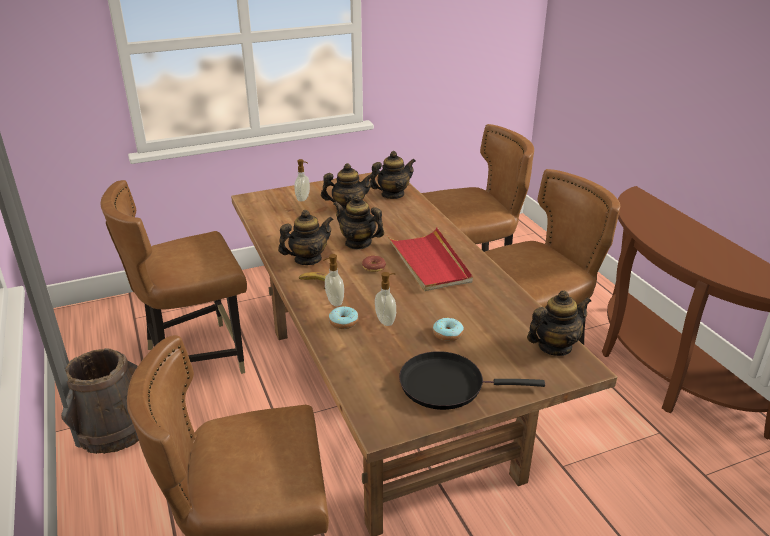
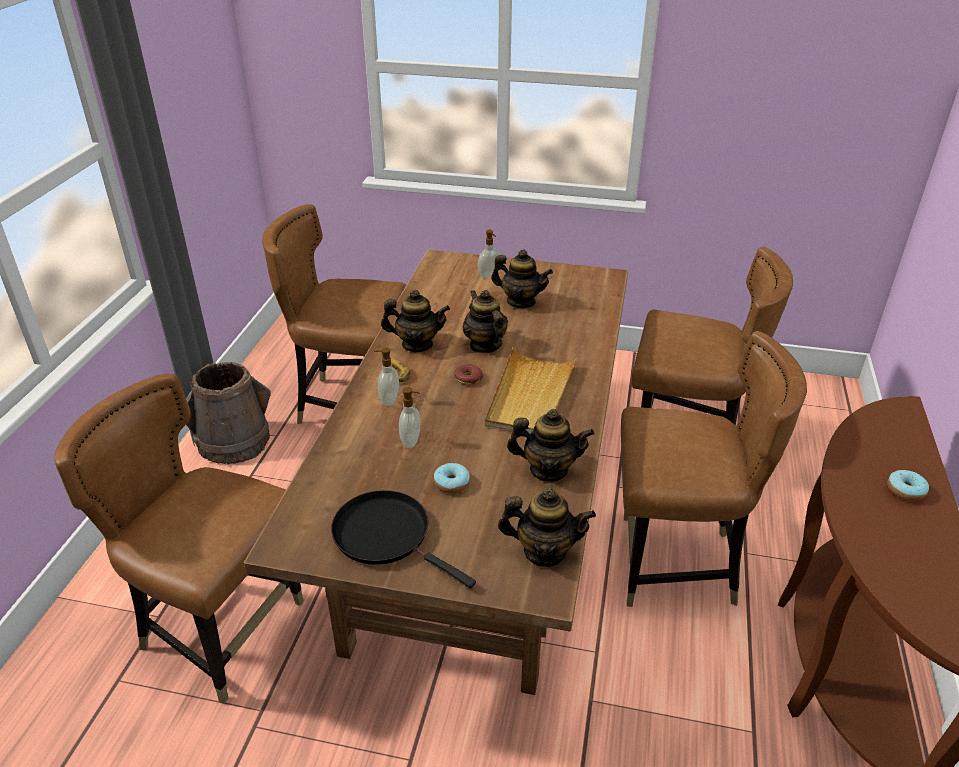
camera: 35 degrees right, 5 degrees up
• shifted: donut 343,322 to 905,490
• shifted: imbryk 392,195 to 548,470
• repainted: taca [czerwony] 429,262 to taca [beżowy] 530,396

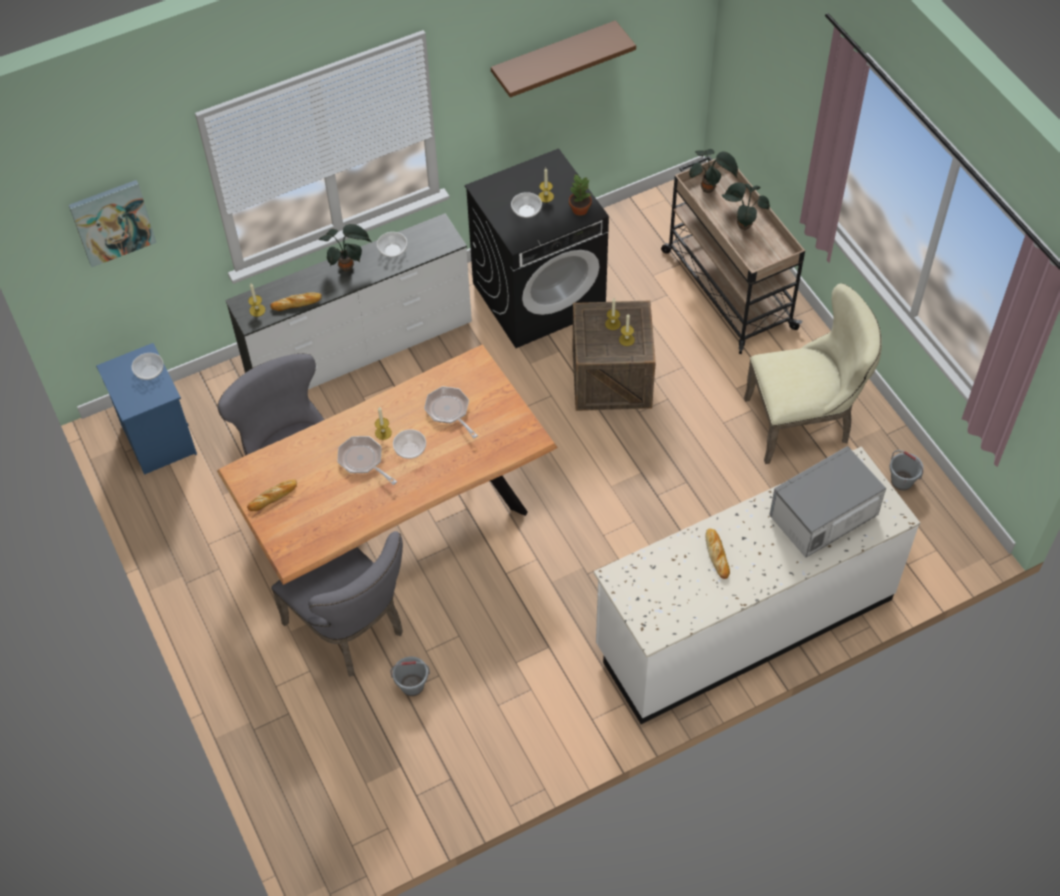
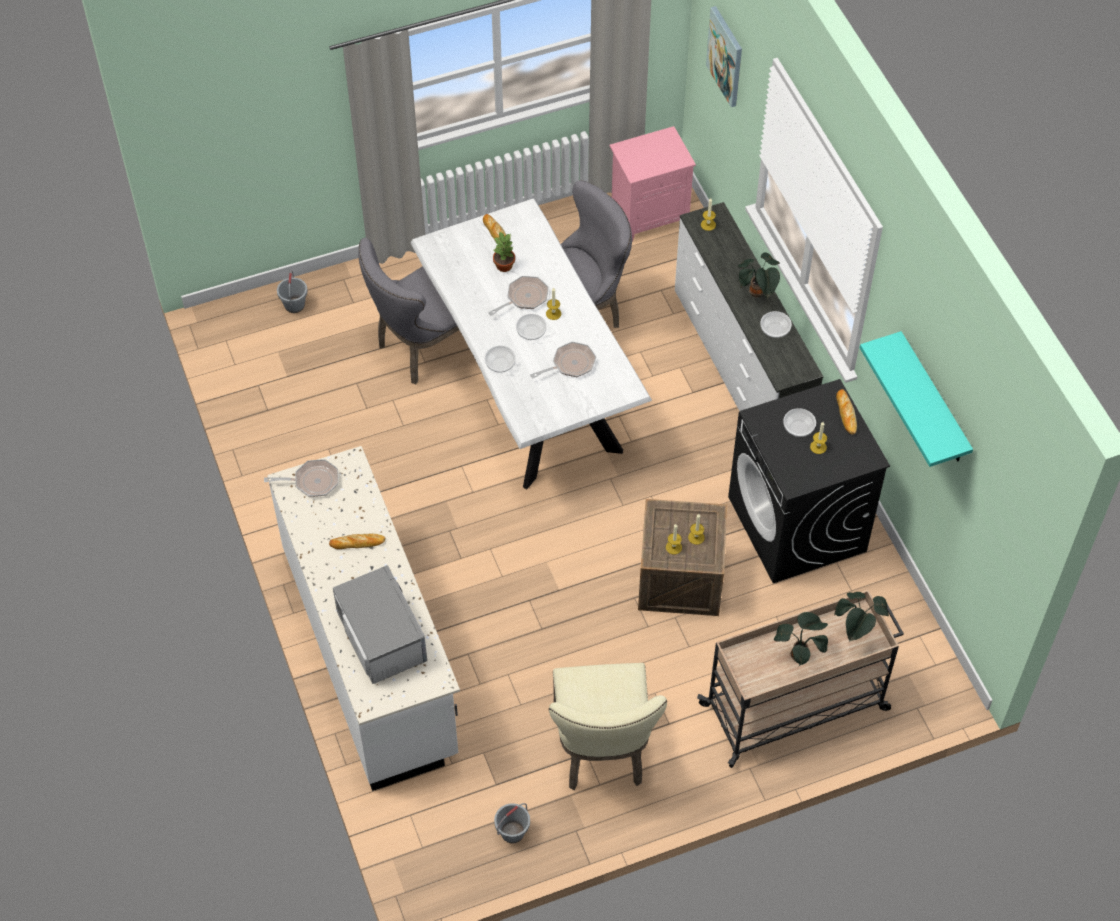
camera: 95 degrees right, 0 degrees up
• repainted: szafka nocna [niebieski] 157,438 to szafka nocna [różowy] 649,214
• shifted: miska 149,372 to 500,364
• repainted: stół jadalny [brązowy] 397,524 to stół jadalny [biały] 529,387
• shifted: chleb 296,303 to 846,414
• shifted: wiadro [szary] 412,686 to 294,305
• repainted: półka [brązowy] 553,57 to półka [turkusowy] 933,401
• shifted: roślina doniczkowa 579,209 to 504,265
• new: patelnia 312,481

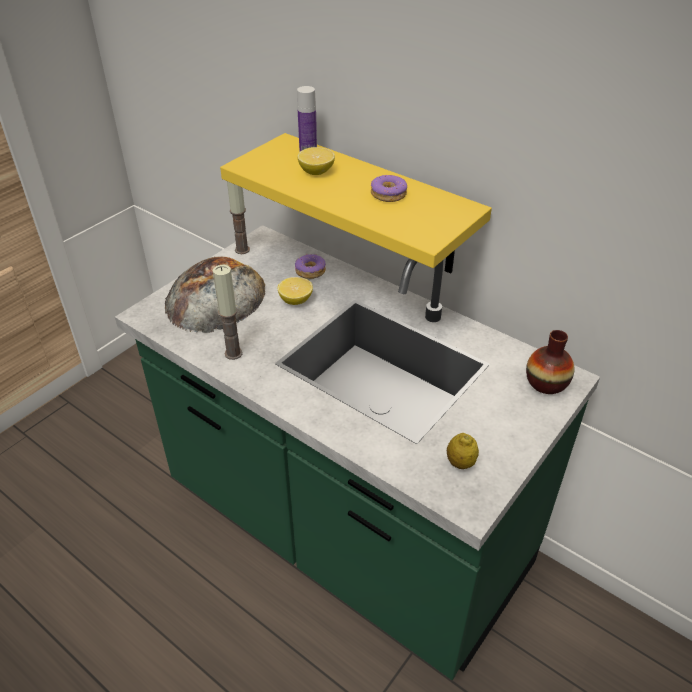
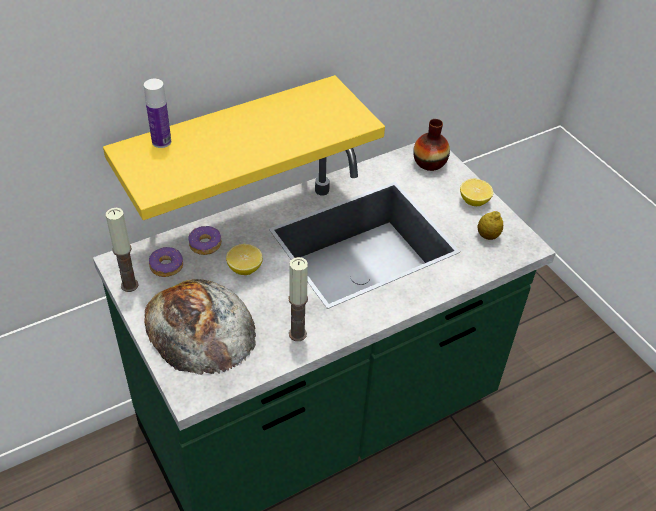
camera: 70 degrees left, 5 degrees up
• shifted: cytryna 316,172 to 474,201
• shifted: donut 389,194 to 166,266

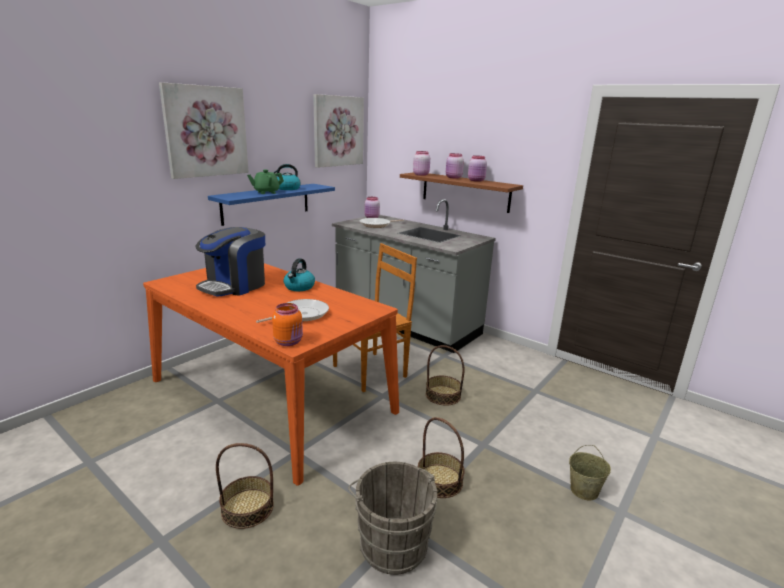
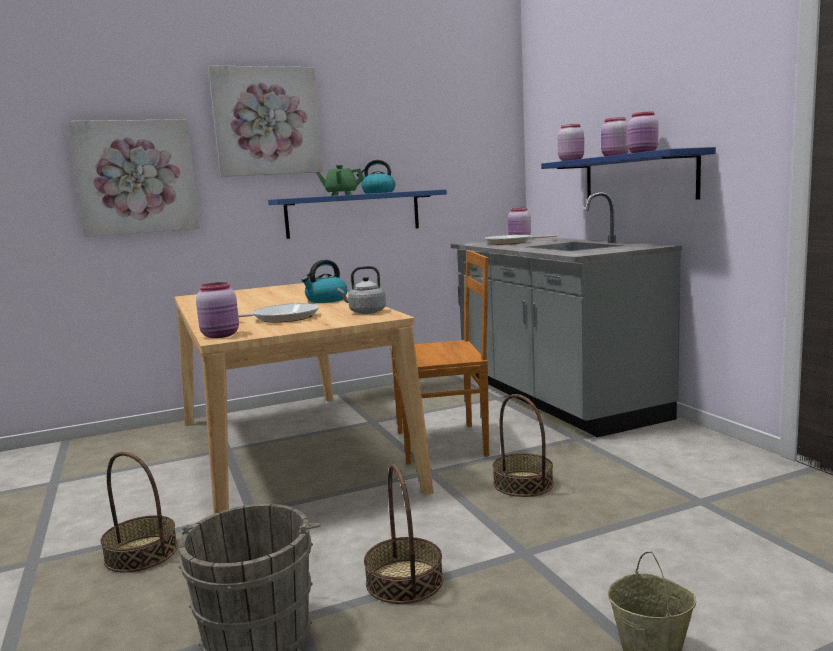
camera: 30 degrees right, 10 degrees down
• repainted: stół jadalny [pomarańczowy] 271,395 to stół jadalny [beżowy] 289,452
• gone: ekspres do kawy 234,286
• repainted: słoik [pomarańczowy] 289,342 to słoik [różowy] 221,335
• shifted: obraz 338,131 to 136,177
• repainted: półka [brązowy] 465,191 to półka [niebieski] 638,178
• new: czajnik [szary] 365,312

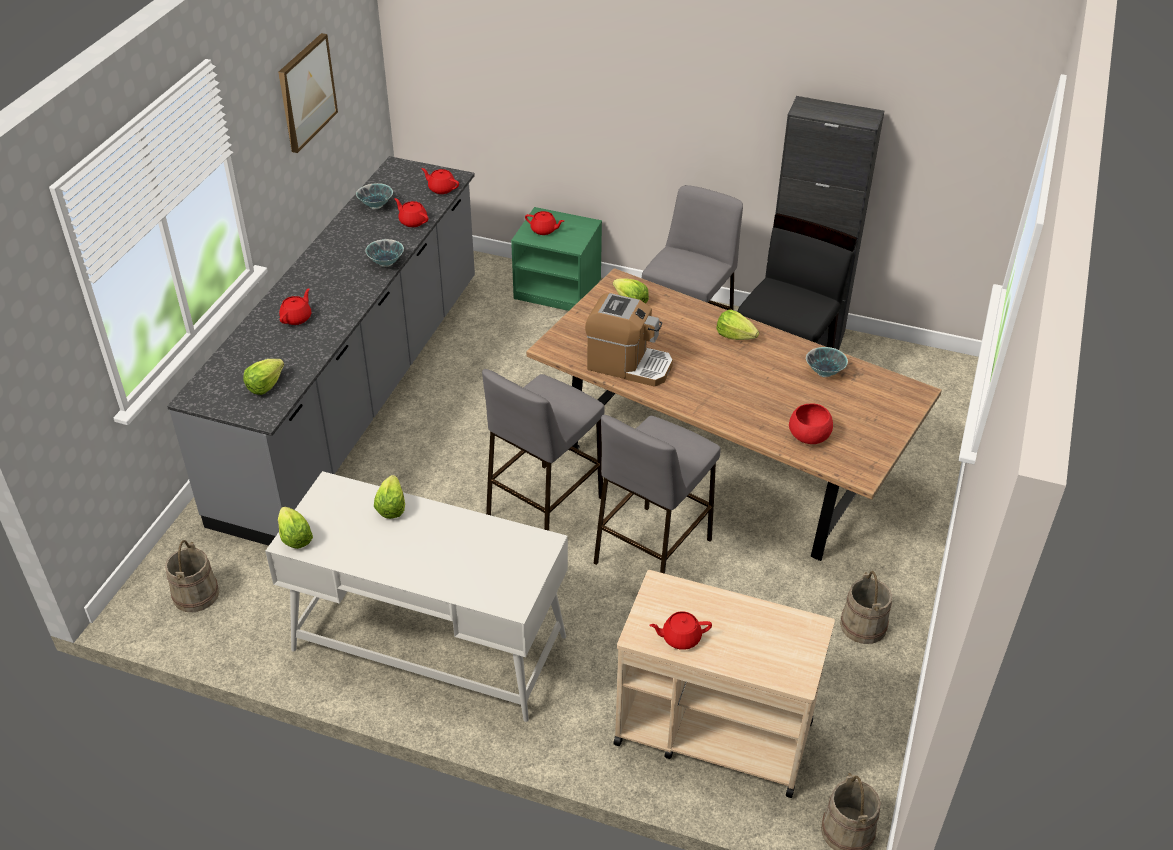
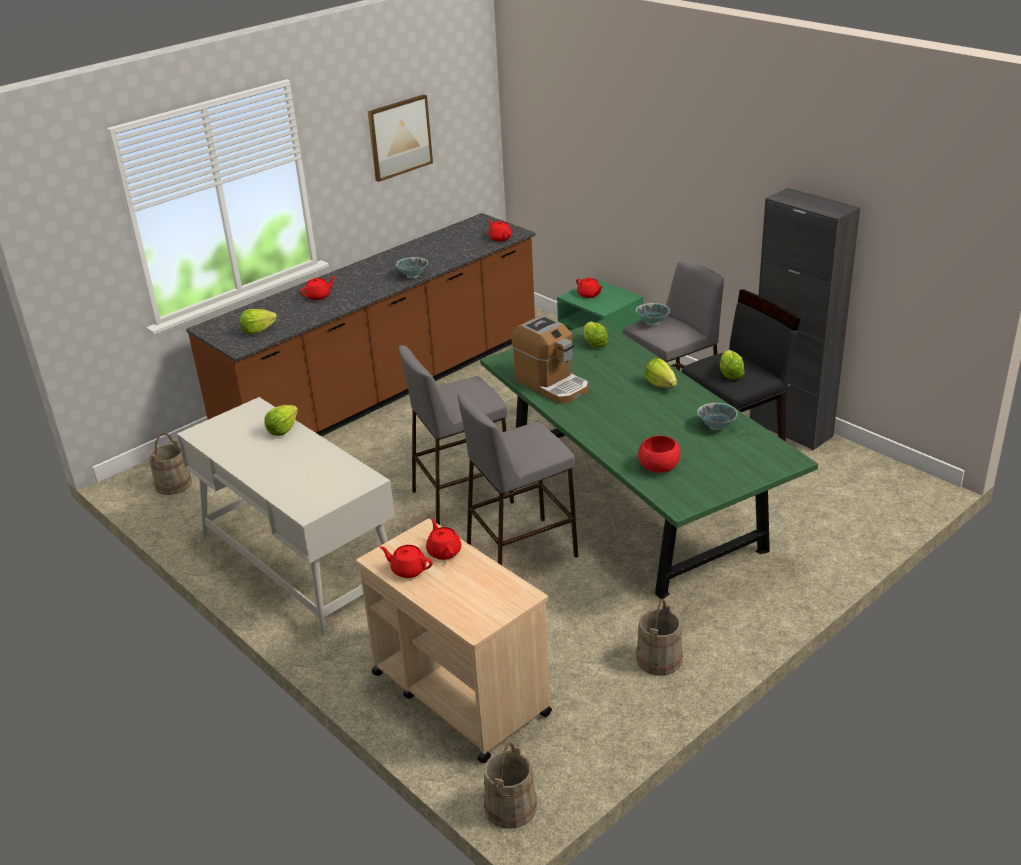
camera: 30 degrees right, 10 degrees down
• repainted: zabudowa kuchenna [szary] 356,395 to zabudowa kuchenna [brązowy] 386,390
• shifted: sałata 295,537 to 730,374
• shifted: miska 376,206 to 652,323
• shifted: imbryk [czerwony] 413,221 to 444,551
• repainted: stół jadalny [brązowy] 720,463 to stół jadalny [zielony] 633,505

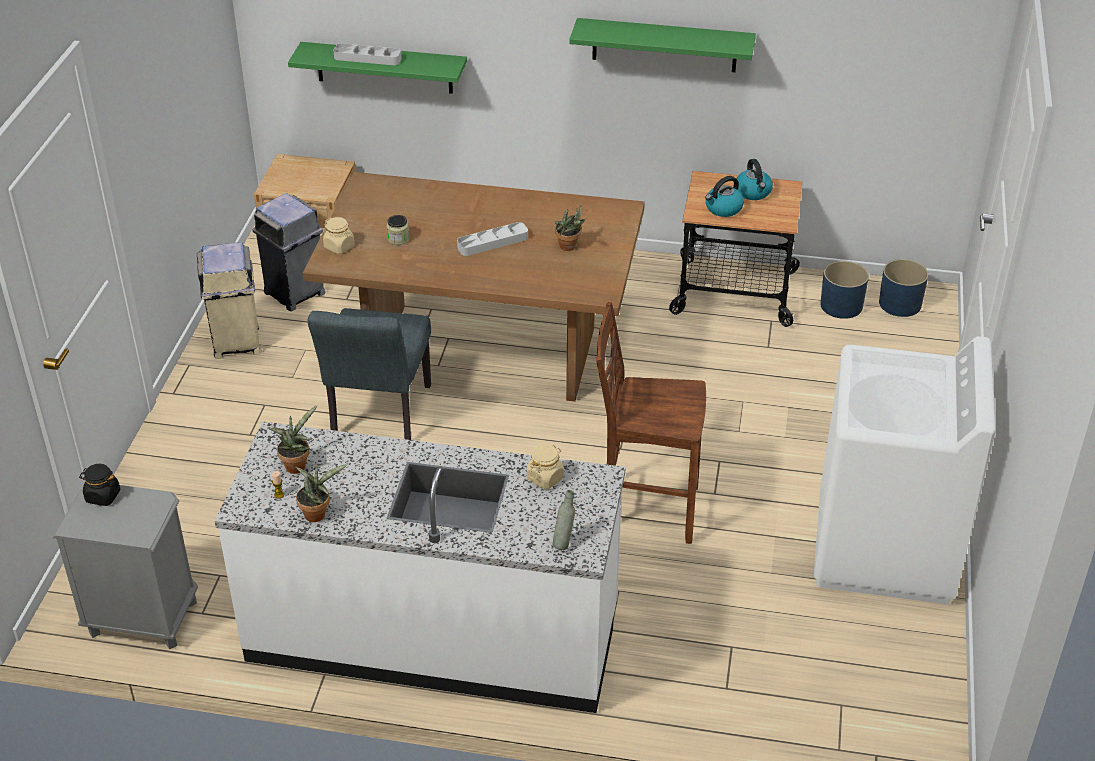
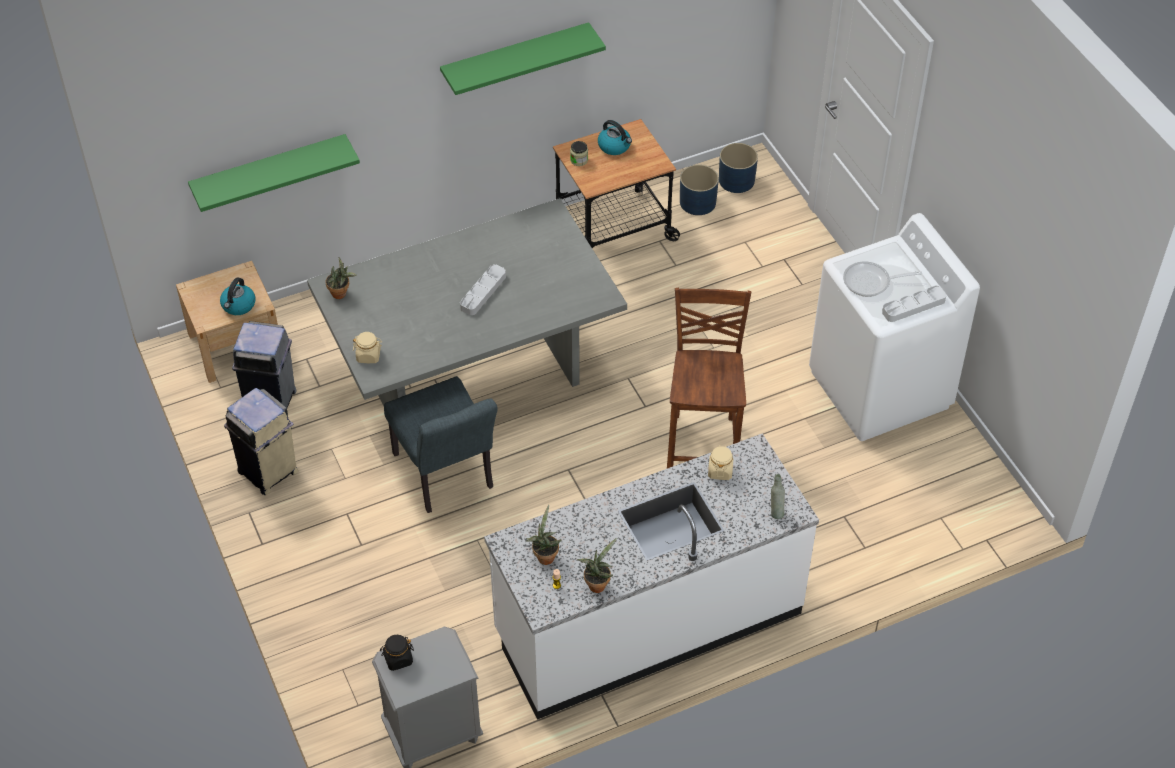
camera: 35 degrees left, 10 degrees up
• repainted: stół jadalny [brązowy] 483,351 to stół jadalny [szary] 473,377
• shifted: taca [szary] 367,58 to 913,306
• shifted: słoik 398,239 to 579,160
• shifted: roślina doniczkowa 570,247 to 341,294
• rotated: krzesło [brązowy] 645,508 = 703,444 120 degrees clockwise
• shifted: czajnik 723,209 to 238,305
• new: patelnia 871,282

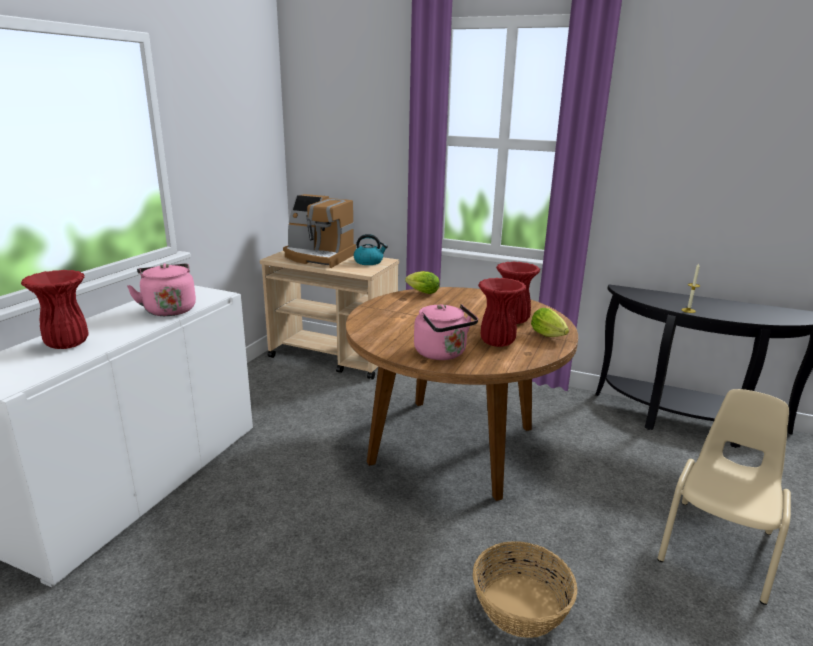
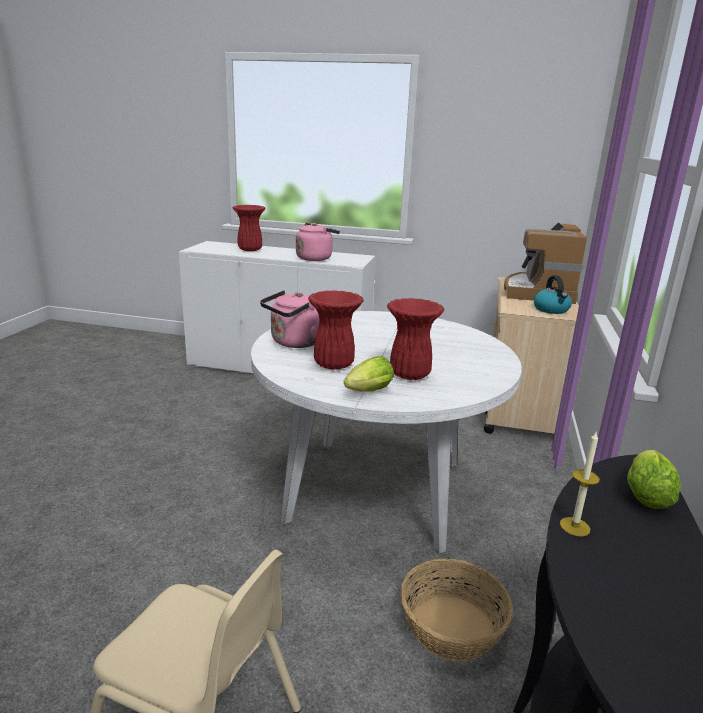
camera: 80 degrees right, 0 degrees up
• repainted: stół jadalny [brązowy] 453,445 to stół jadalny [biały] 376,490
• shifted: sałata 421,292 to 646,494
• shifted: koszyk 520,605 to 452,626

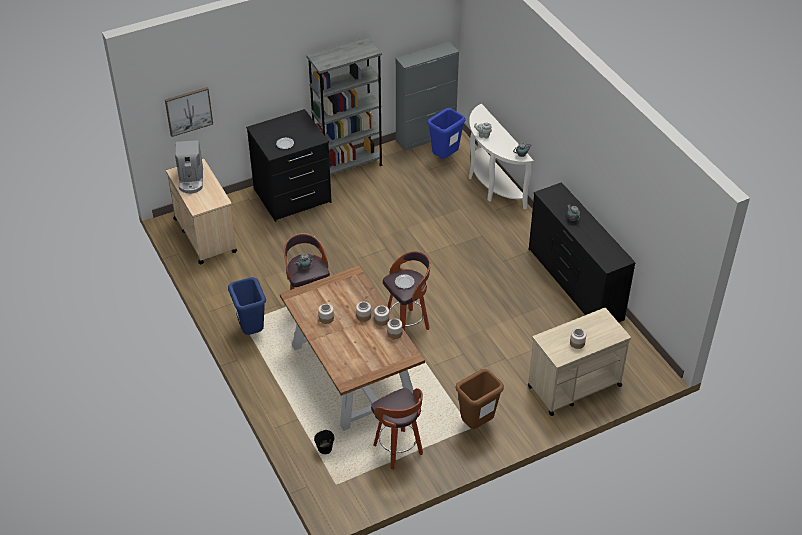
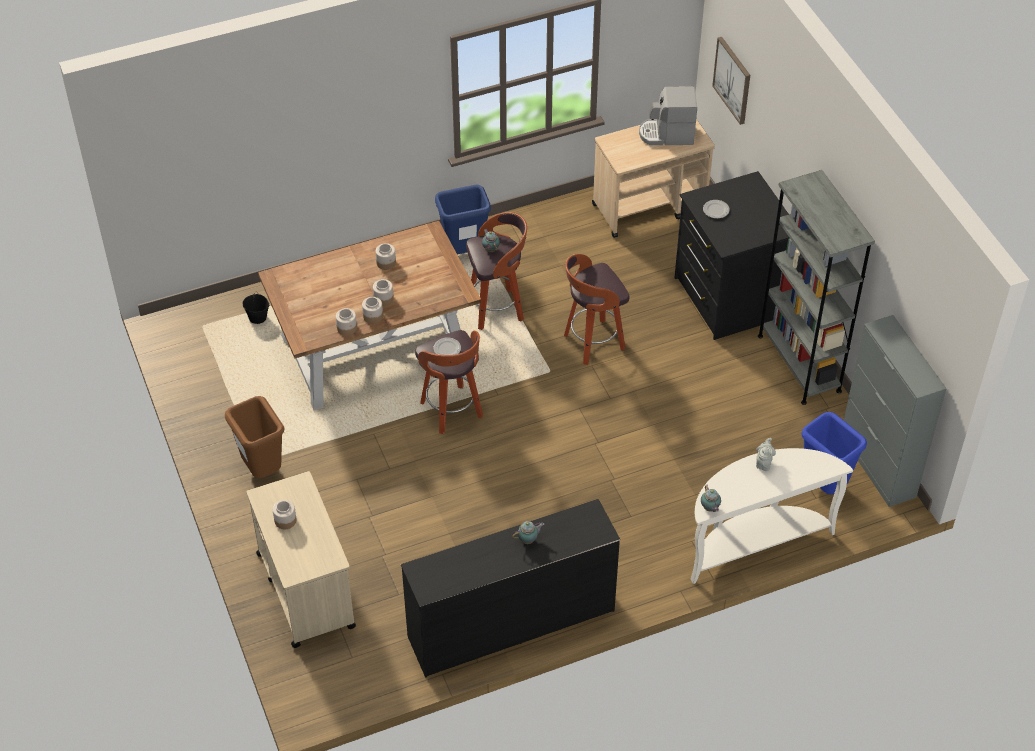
camera: 95 degrees right, 5 degrees up
• shifted: stołek 399,450 to 592,343

